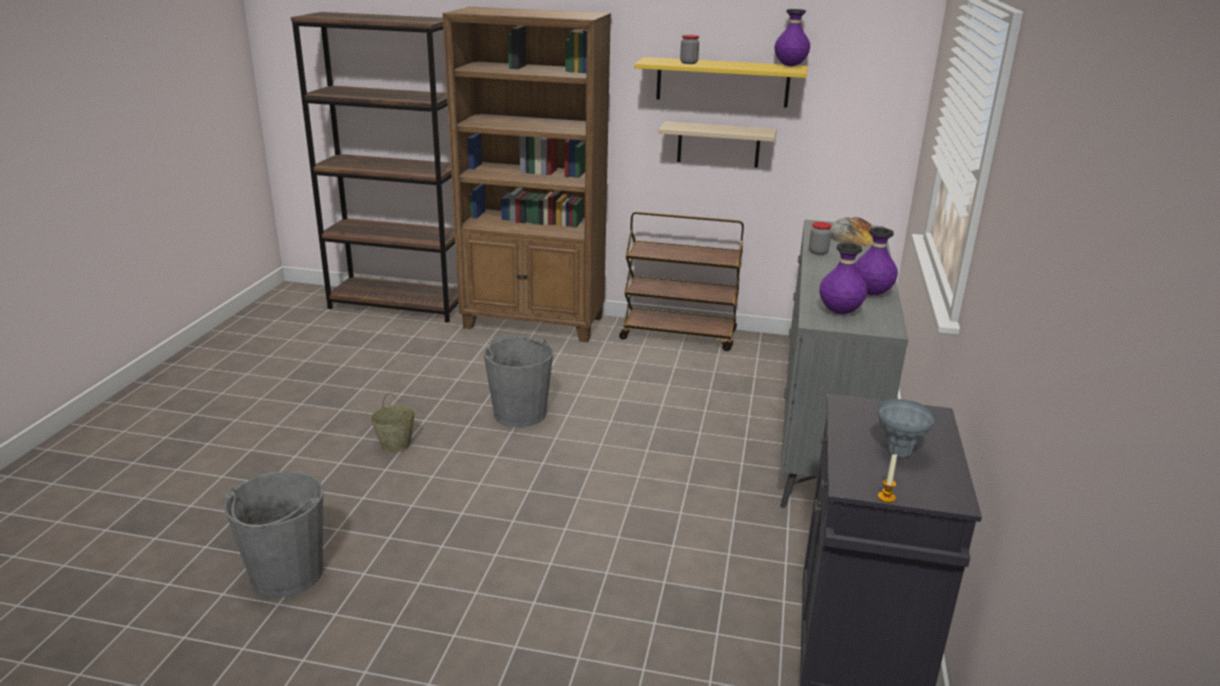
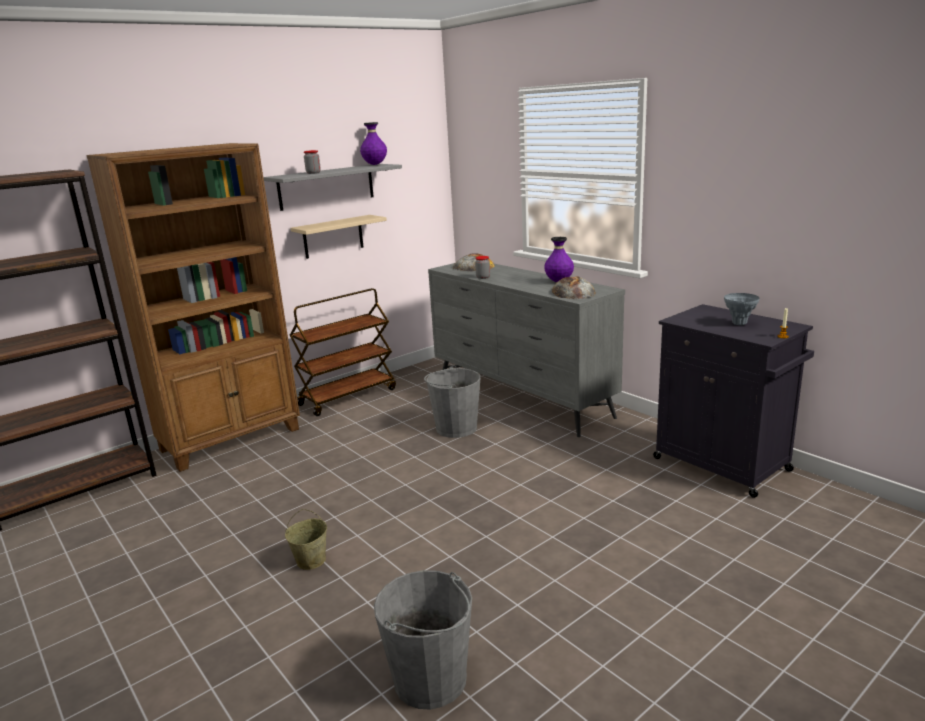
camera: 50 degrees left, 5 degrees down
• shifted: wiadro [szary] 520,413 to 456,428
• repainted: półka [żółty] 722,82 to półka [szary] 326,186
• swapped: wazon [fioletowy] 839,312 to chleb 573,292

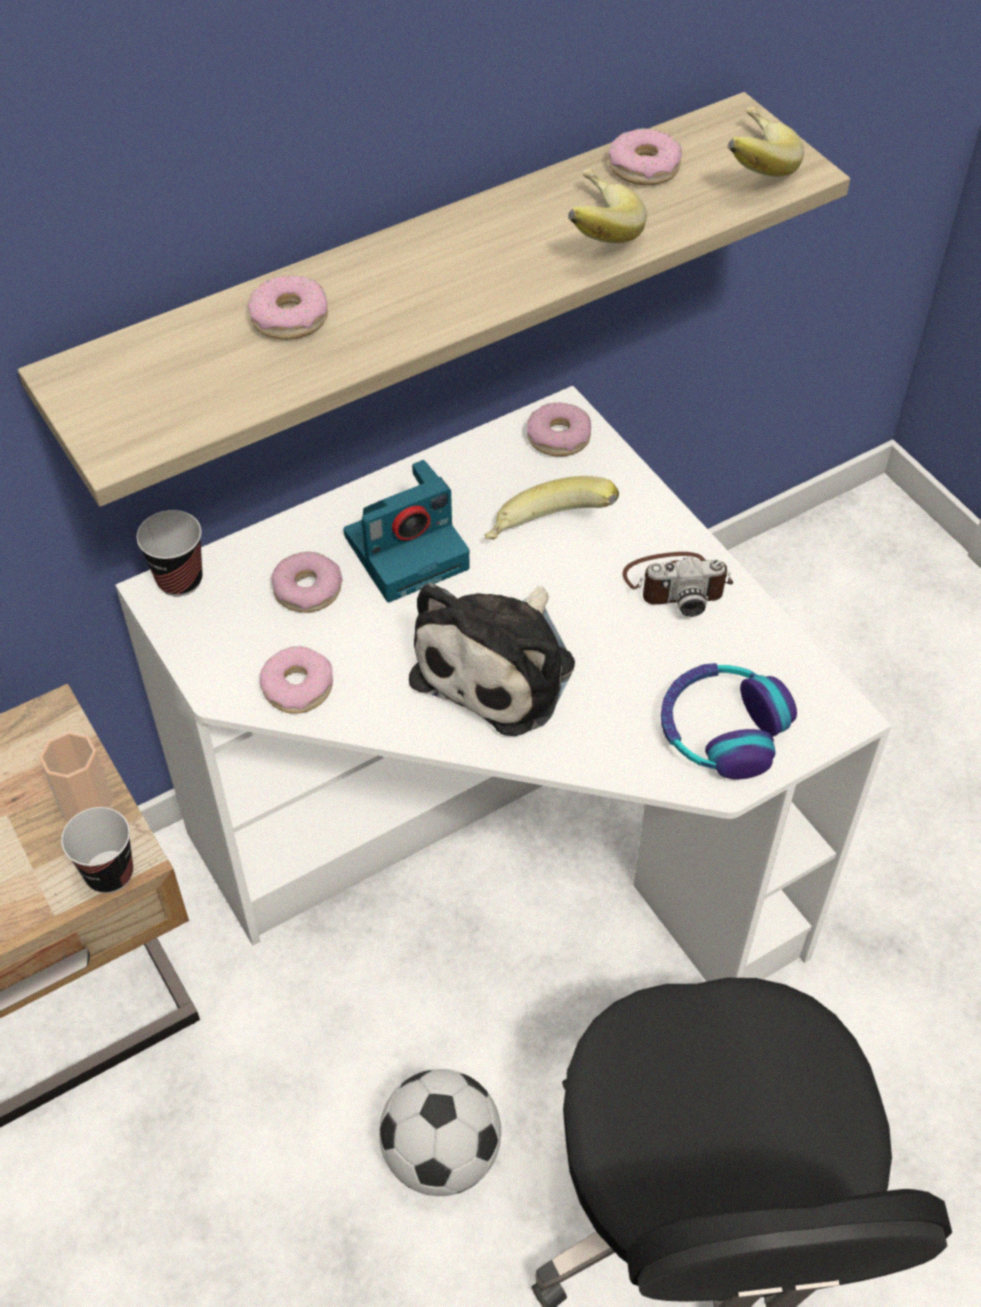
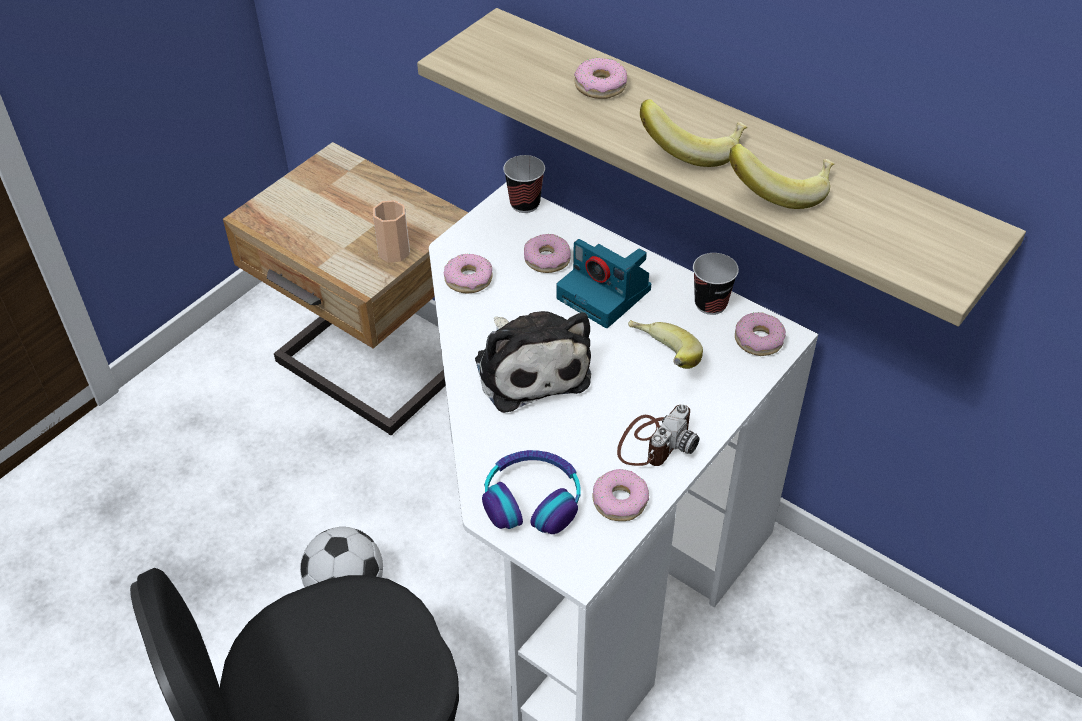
camera: 70 degrees right, 5 degrees down
• shifted: filiżanka 109,873 to 710,304
• rotated: pluszak 500,667 = 530,367 120 degrees counterclockwise
• shifted: donut 644,167 to 619,501
• rotated: aparat fotograficzny 676,584 = 654,442 120 degrees counterclockwise
• shifted: banan 750,167 to 693,149

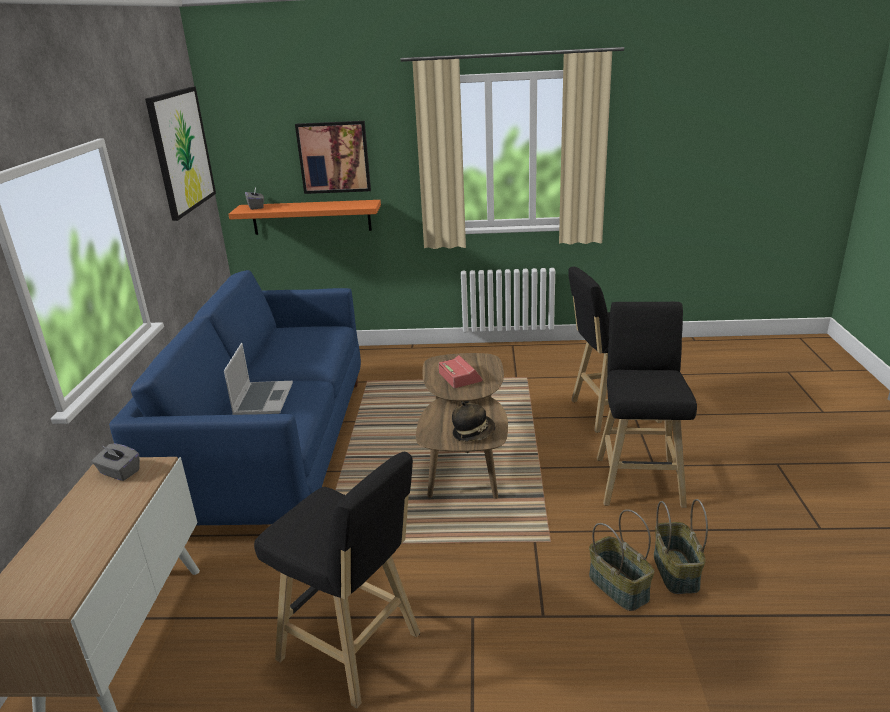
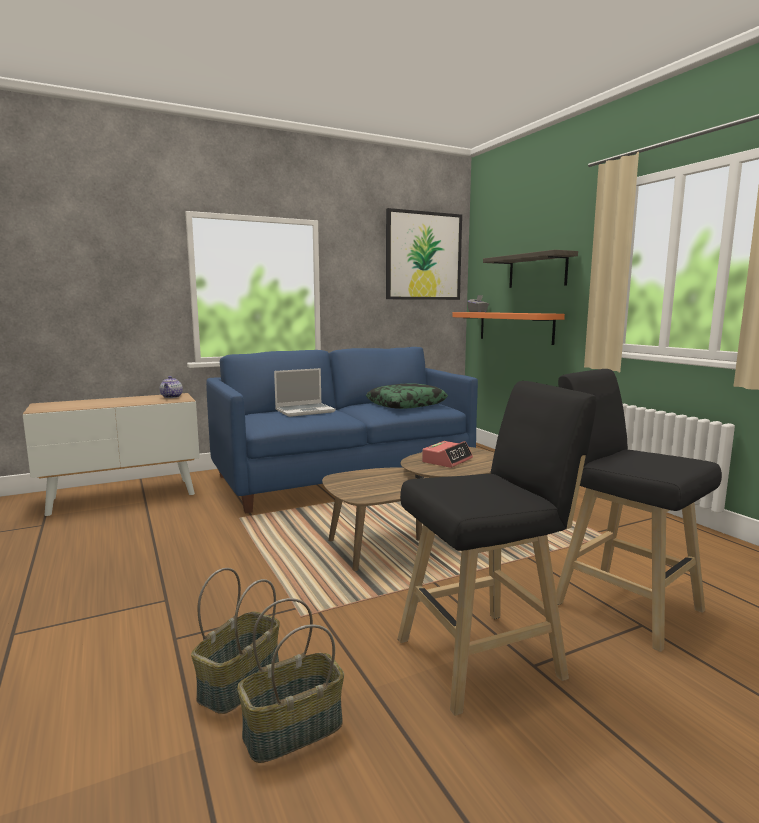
camera: 60 degrees right, 15 degrees down
• swapped: pudełko chusteczek [szary] 119,472 to imbryk 171,397
• gone: stołek [czarny] 354,650
• swapped: obraz 334,157 to półka 537,271
• gone: kapelusz 473,433
• new: poduszka 406,404

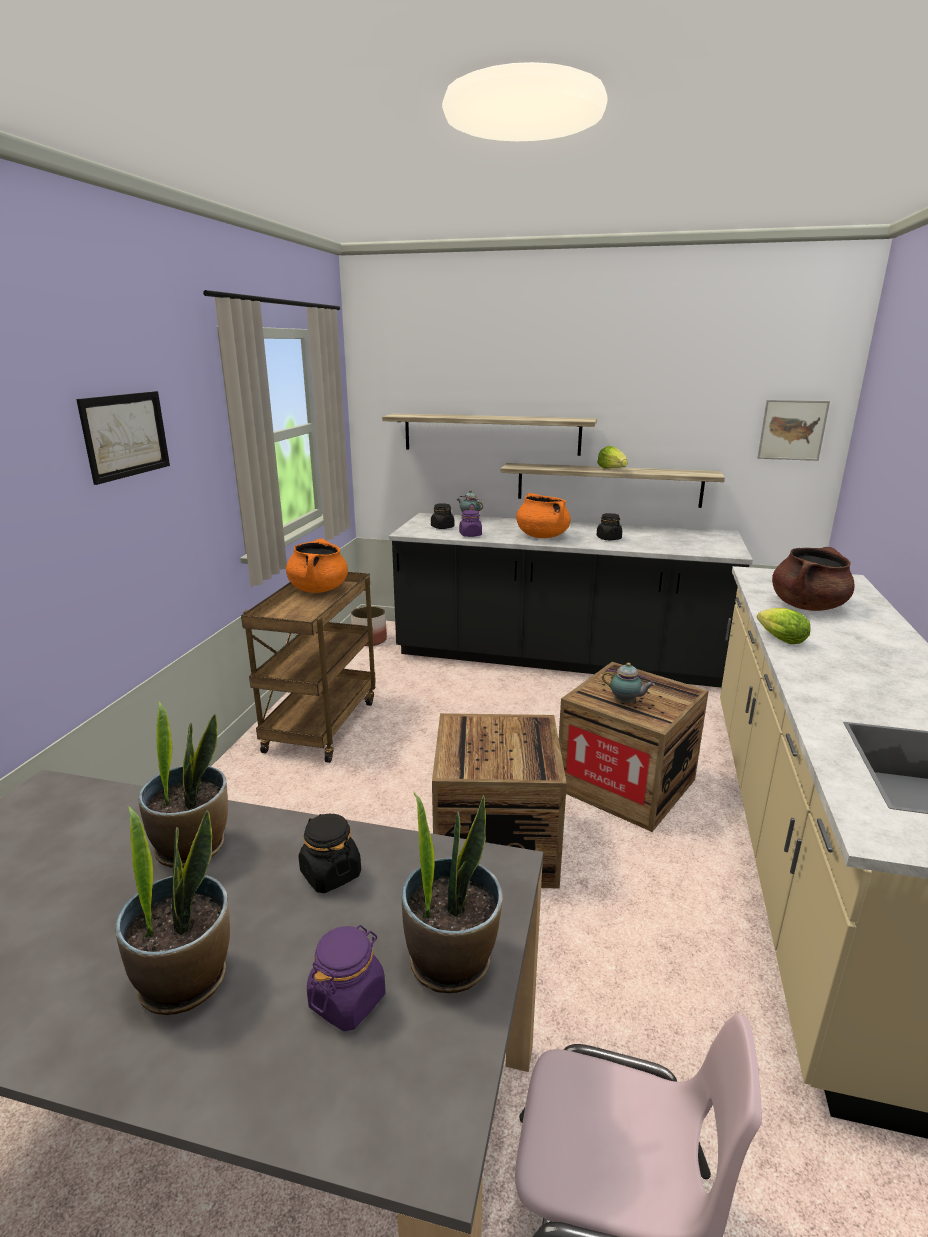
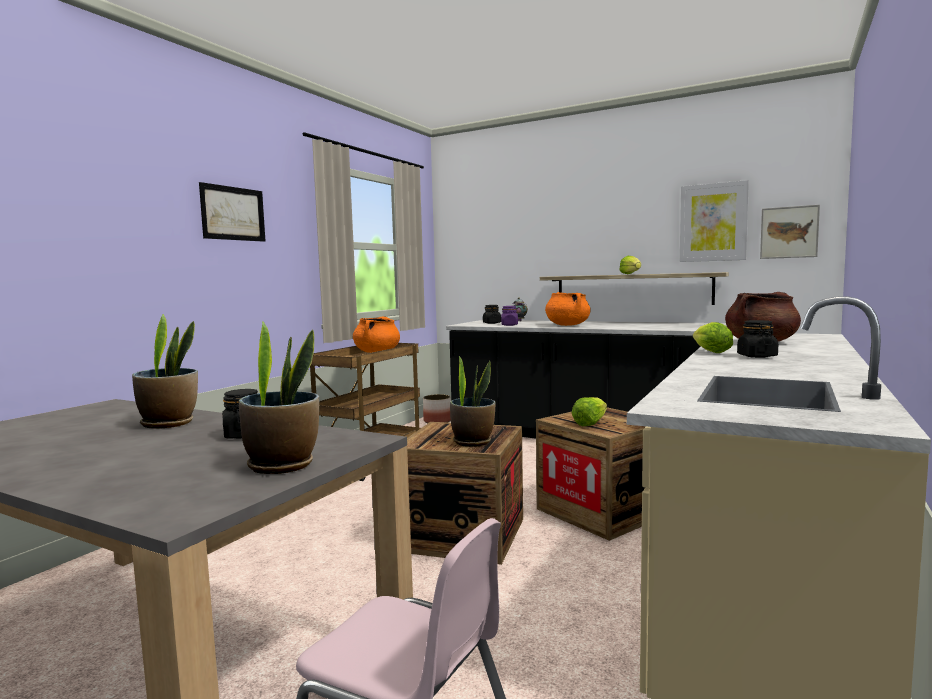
camera: 15 degrees right, 15 degrees down
• shifted: roślina doniczkowa 185,979 to 473,442
• gone: słoik [fioletowy] 347,999
• gone: półka 491,434
• shifted: słoik [czarny] 608,538 to 756,356
• swapped: imbryk 626,703 to sałata 590,423
• new: obraz 713,222

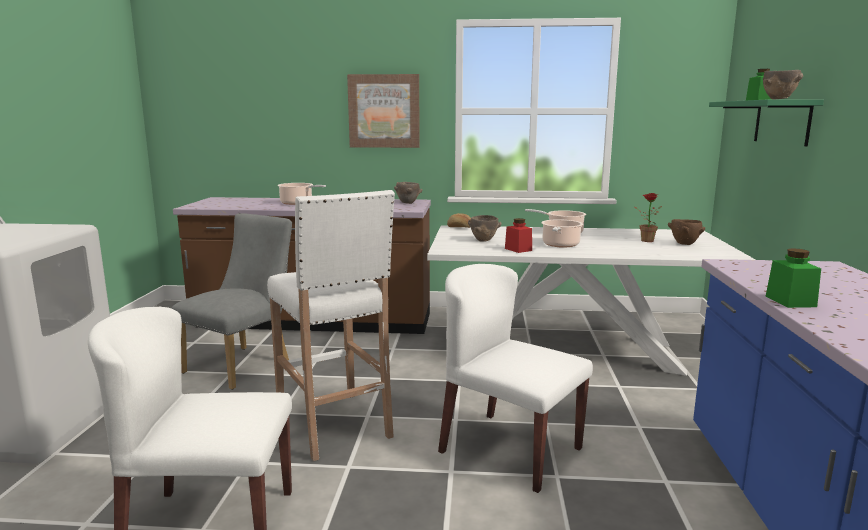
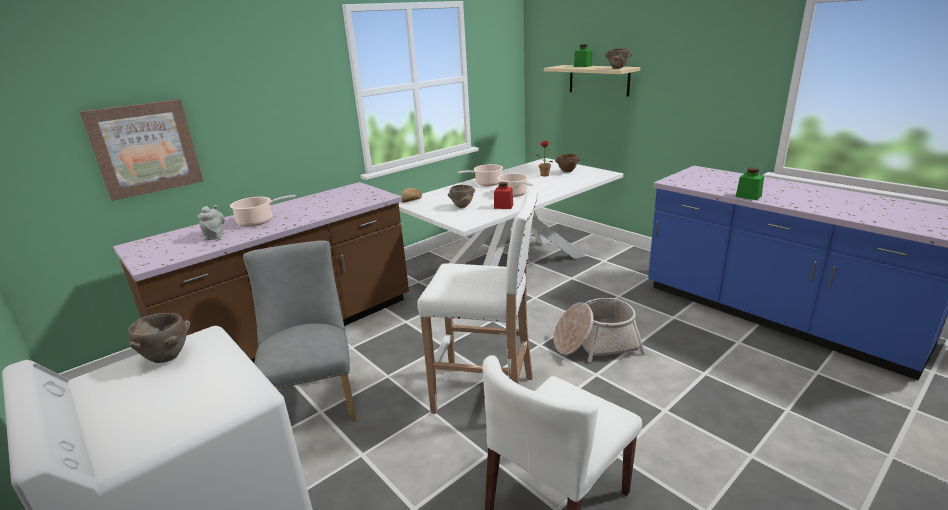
camera: 45 degrees left, 10 degrees up
• shifted: obraz 384,111 to 145,148
• shifted: miska [brązowy] 408,203 to 167,358
• swapped: krzesło [biały] 509,449 to koszyk 595,344
• repainted: półka [zielony] 782,122 to półka [beżowy] 598,80
• new: imbryk [szary] 215,236

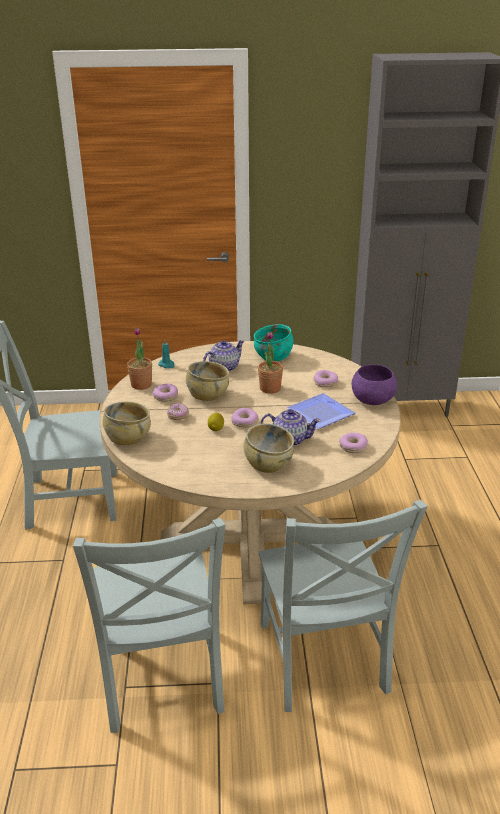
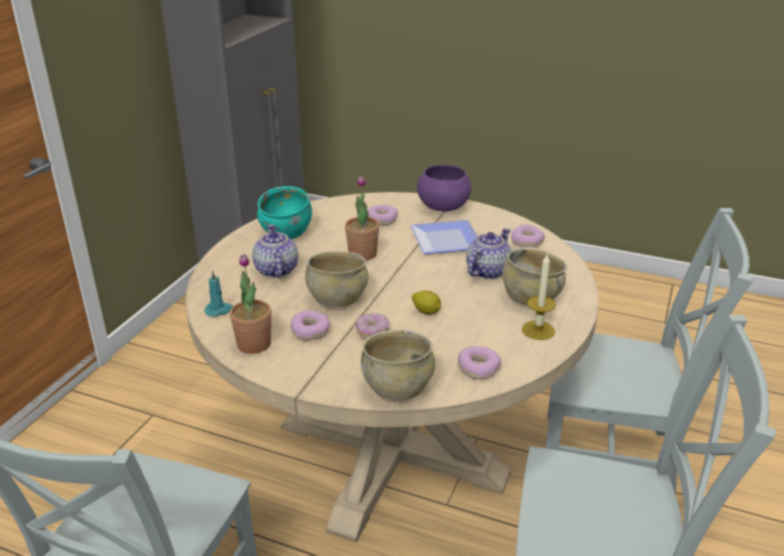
camera: 65 degrees left, 0 degrees up
• shifted: donut 245,422 to 478,368
• new: świeca 538,330

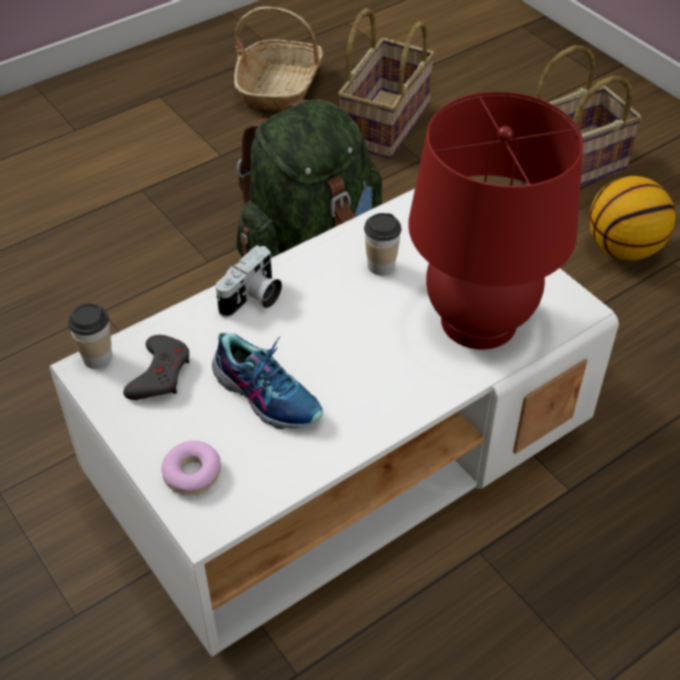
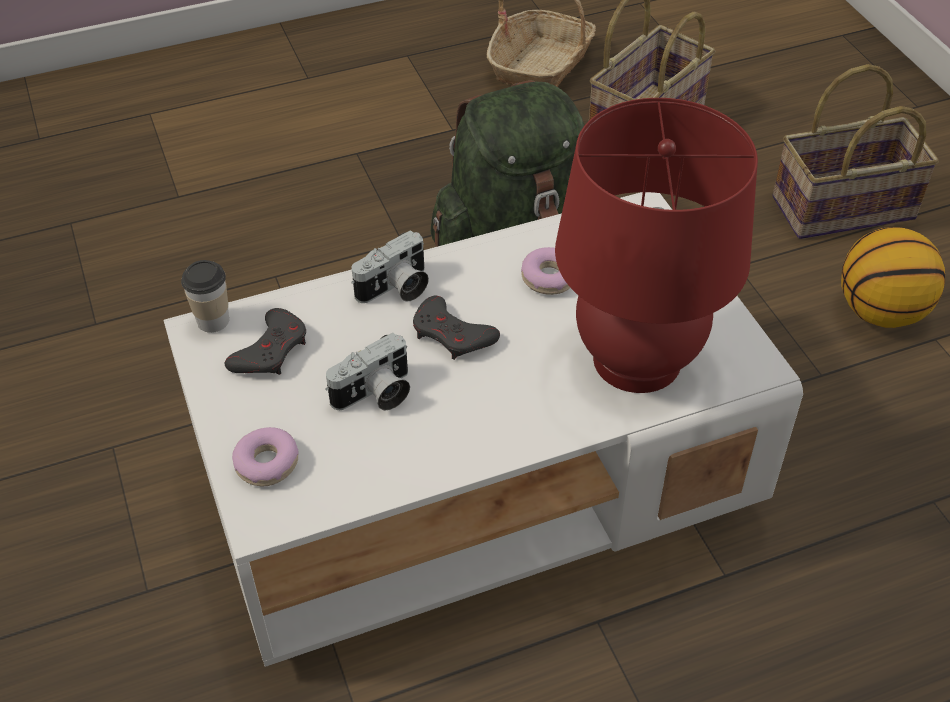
camera: 15 degrees right, 0 degrees up
• swapped: but 267,394 to aparat fotograficzny 375,395
• swapped: filiżanka 381,266 to donut 548,278
• new: pad do gier [szary] 452,334

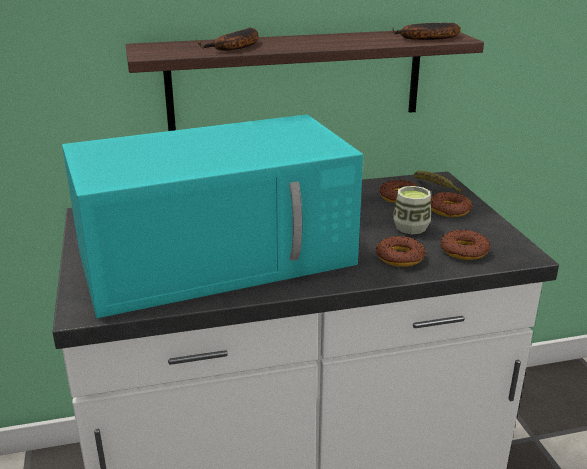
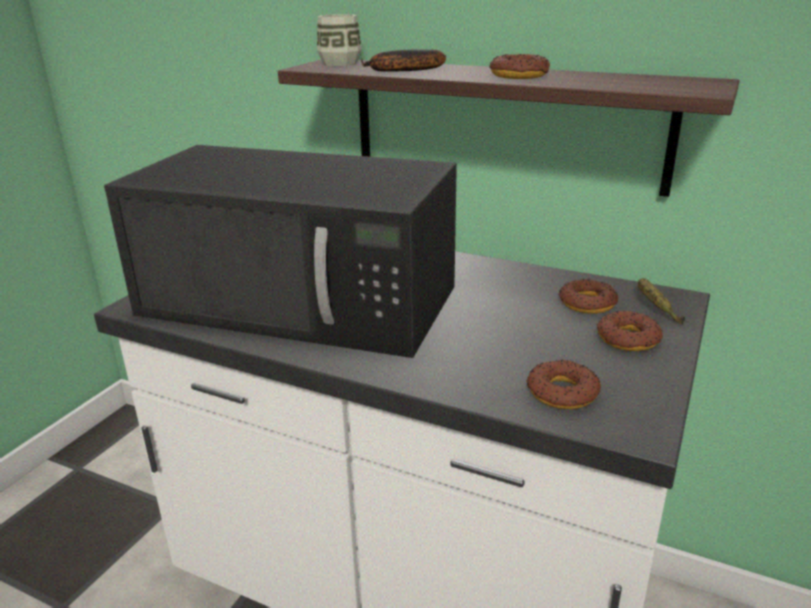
camera: 40 degrees right, 0 degrees up
• repainted: mikrofalówka [turkusowy] 220,256 to mikrofalówka [czarny] 304,300
• shifted: donut 400,257 to 519,75
• gone: banan 426,38
• shifted: filiżanka 411,227 to 340,63

